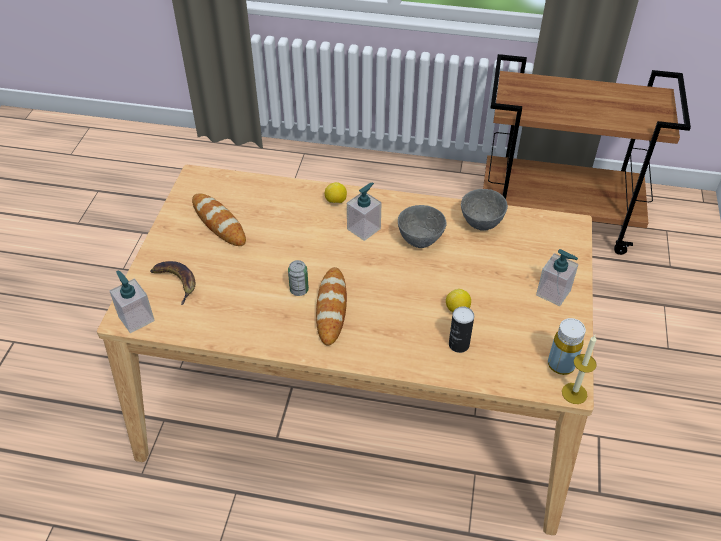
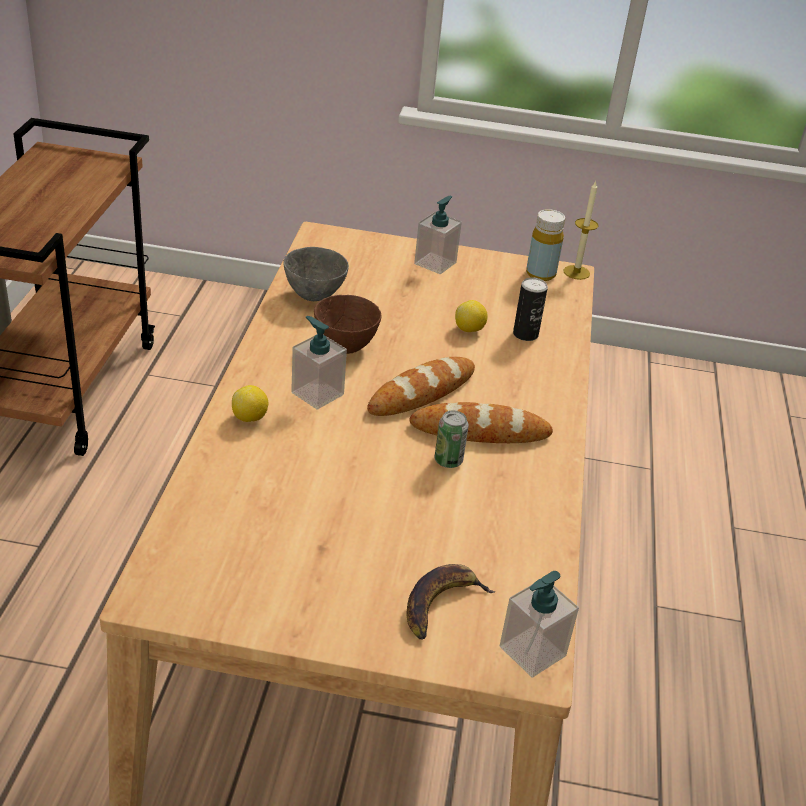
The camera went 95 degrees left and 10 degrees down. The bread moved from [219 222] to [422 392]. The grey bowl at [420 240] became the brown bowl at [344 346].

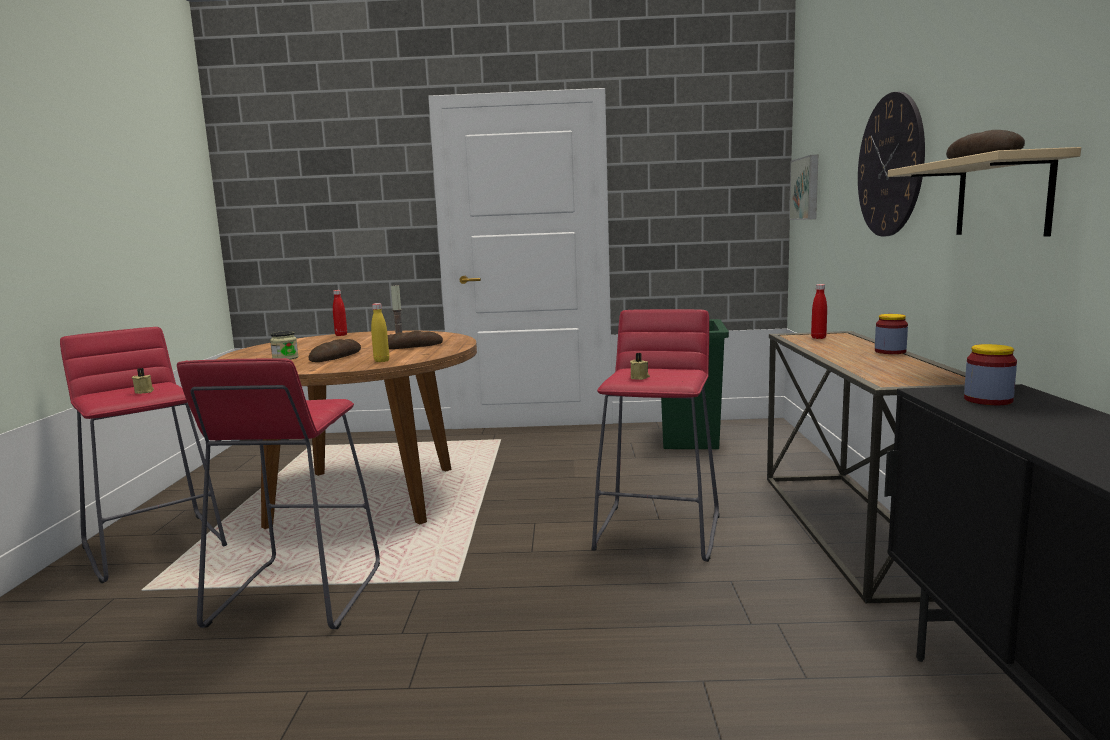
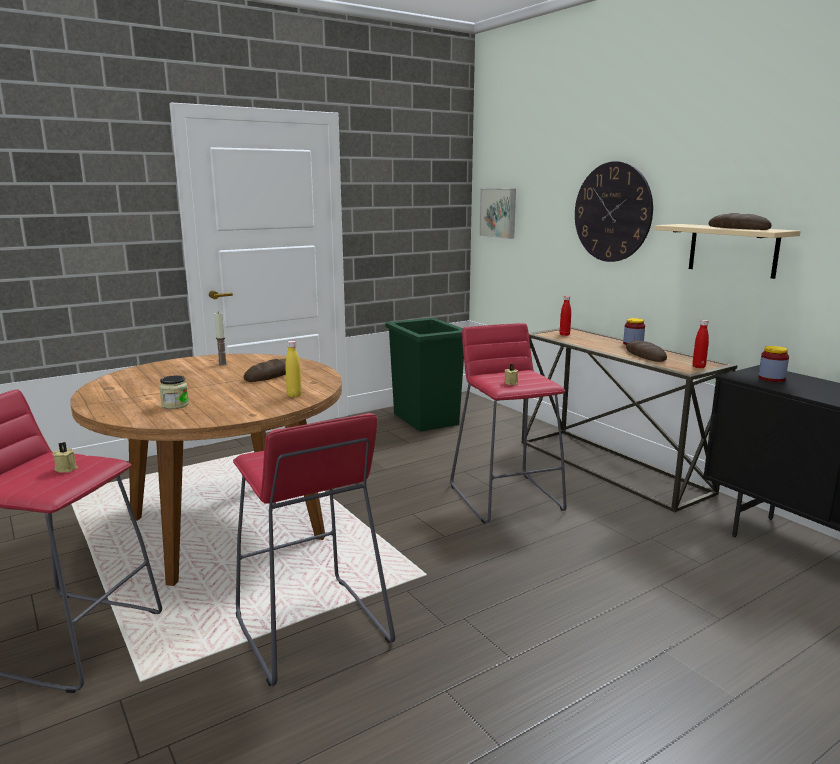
The camera went 35 degrees left and 5 degrees up. The bread moved from [336 356] to [645 355]. The red bottle moved from [341 335] to [698 367].

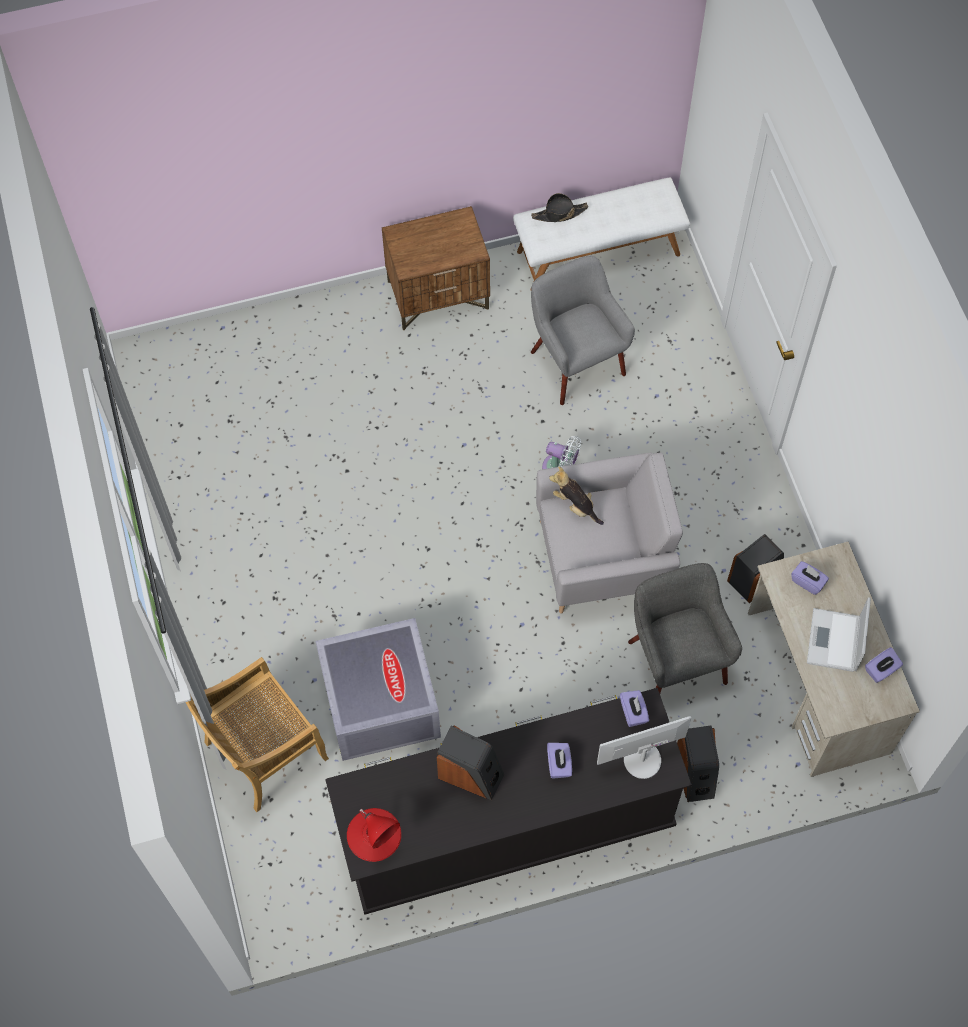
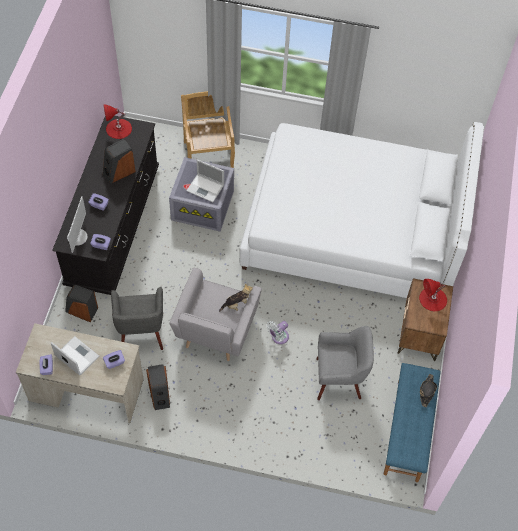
The camera went 115 degrees right and 5 degrees down. The white bench at [598 252] became the blue bench at [408 430]. The grey armchair at [675 661] turned 75 degrees clockwise. The laptop at [206 188] appeared. The white bed at [352 230] appeared. The red table lamp at [433 299] appeared.

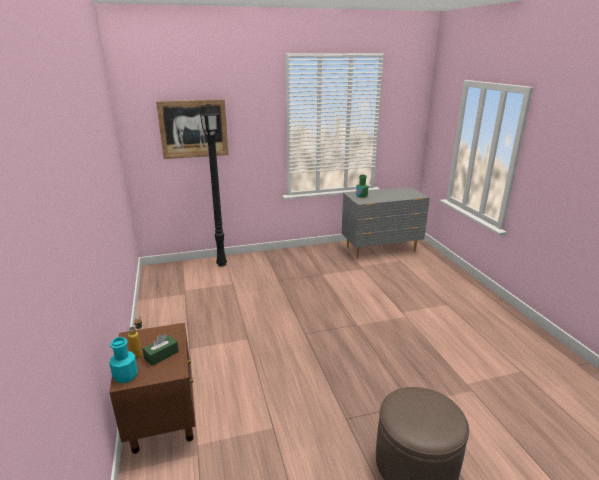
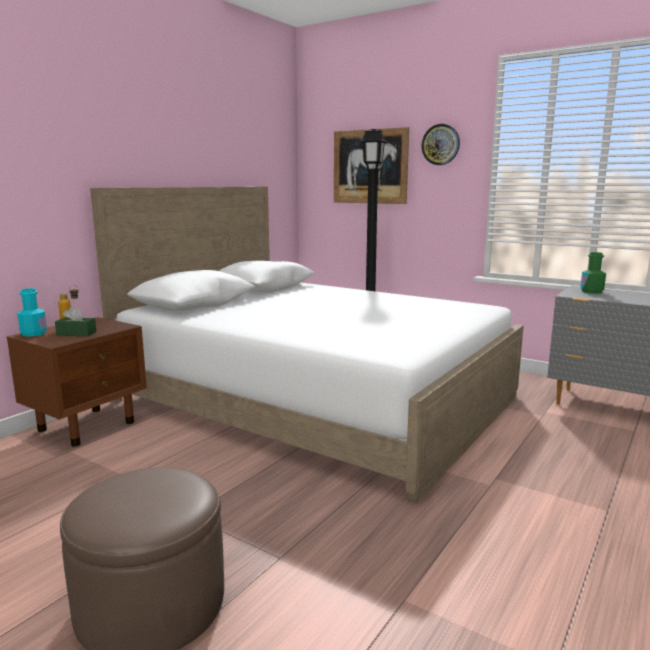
The camera went 50 degrees right and 10 degrees down. The white bed at [317 398] appeared. The wall clock at [440 144] appeared.

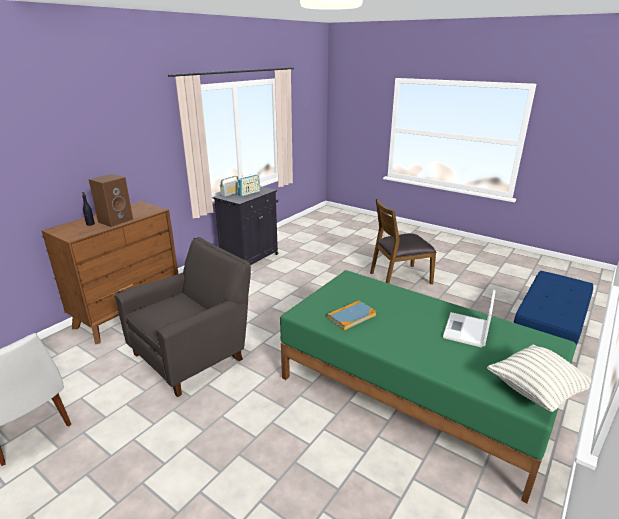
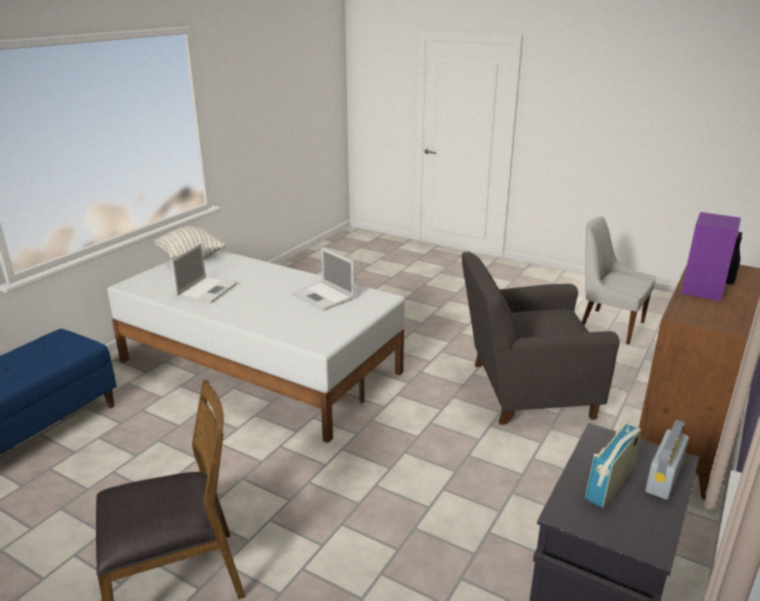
The camera went 175 degrees right and 0 degrees up. The brown speaker at [116 220] became the purple speaker at [703 290]. The grey armchair at [193 354] turned 45 degrees clockwise. The green bed at [413 393] became the white bed at [260 366]. The book at [351 317] was replaced by the laptop at [324 296].

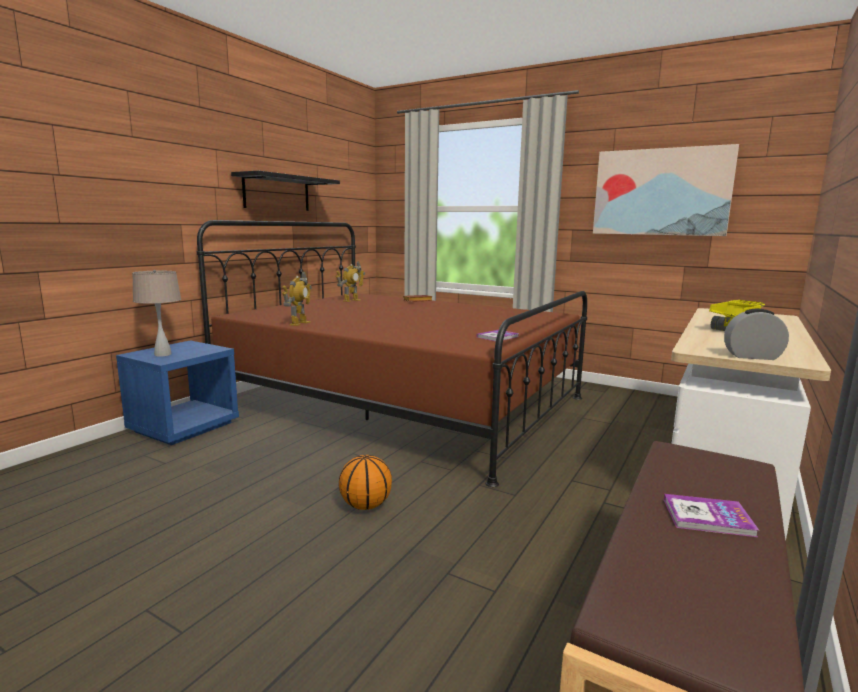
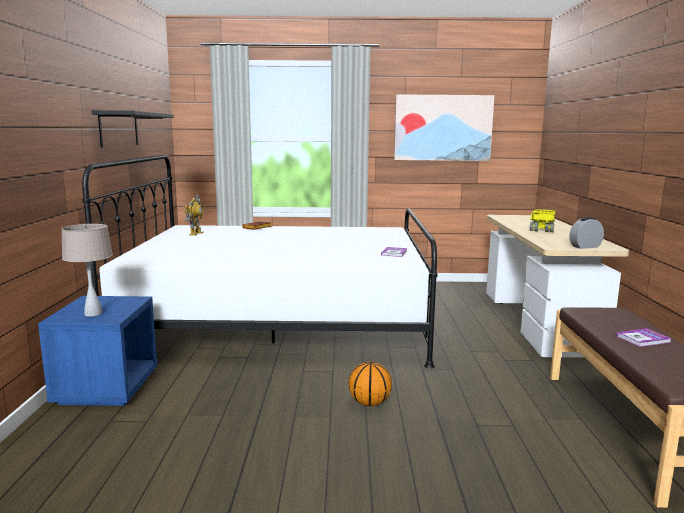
The camera went 30 degrees left and 0 degrees up. The brown bed at [402 402] became the white bed at [280 322]. The toy robot at [299 323] disappeared.

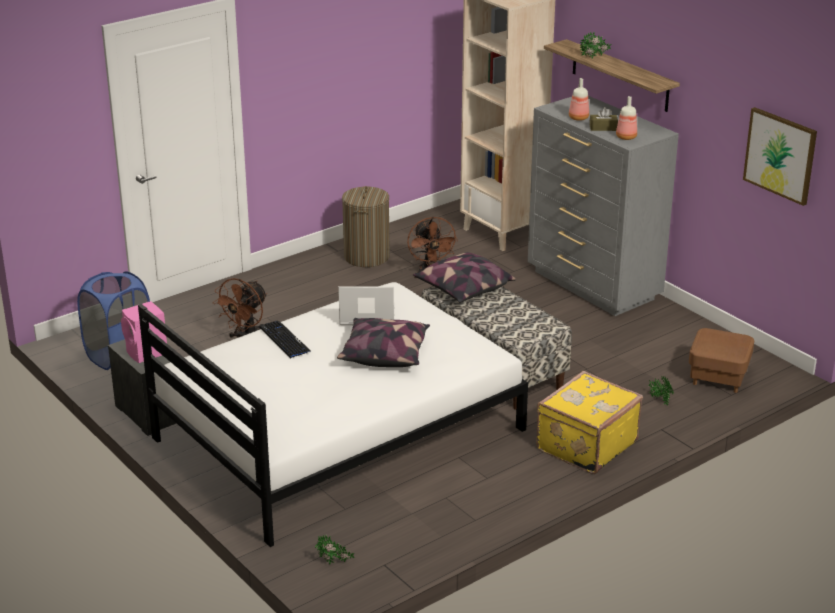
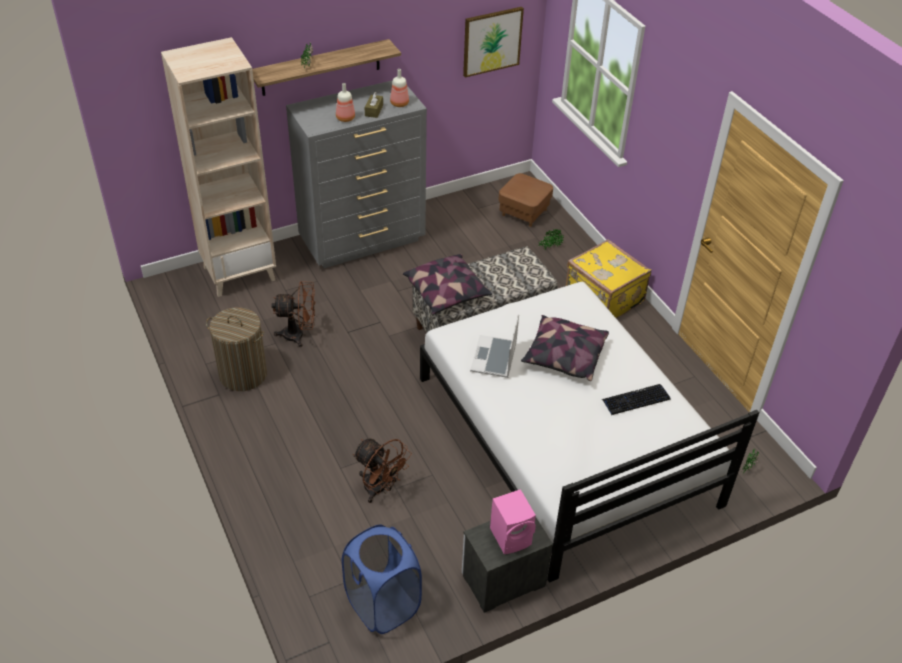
The camera went 80 degrees left and 15 degrees up. The keyboard moved from [284 340] to [636 400].

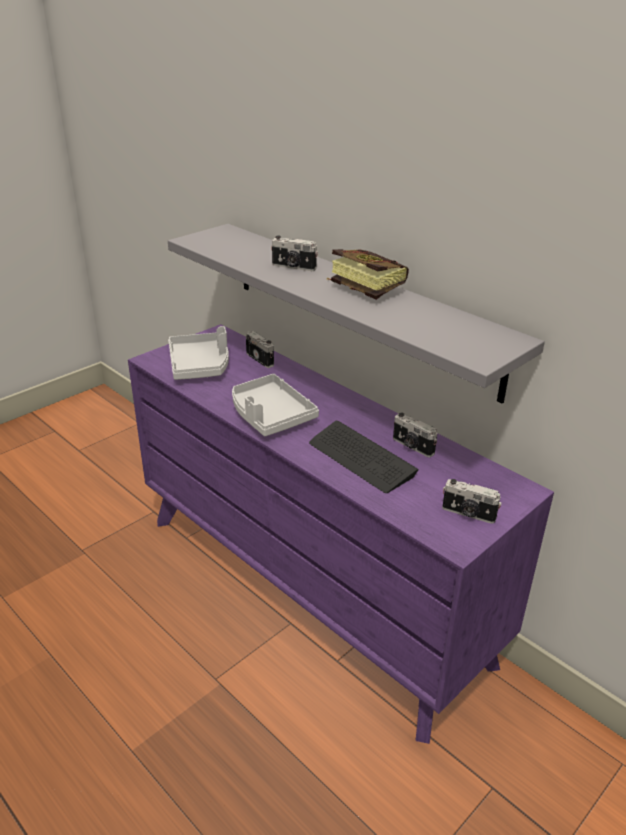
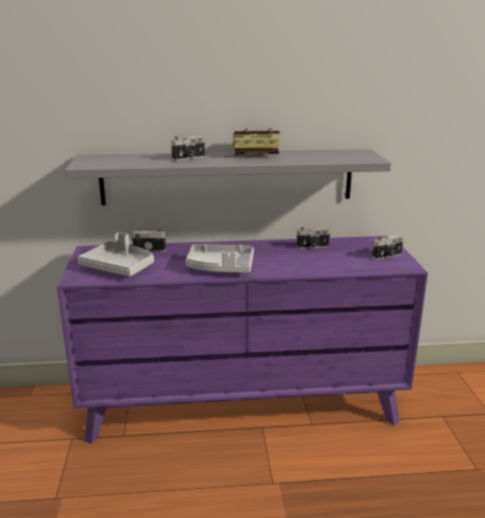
The camera went 50 degrees left and 10 degrees down. The keyboard at [361 458] disappeared.

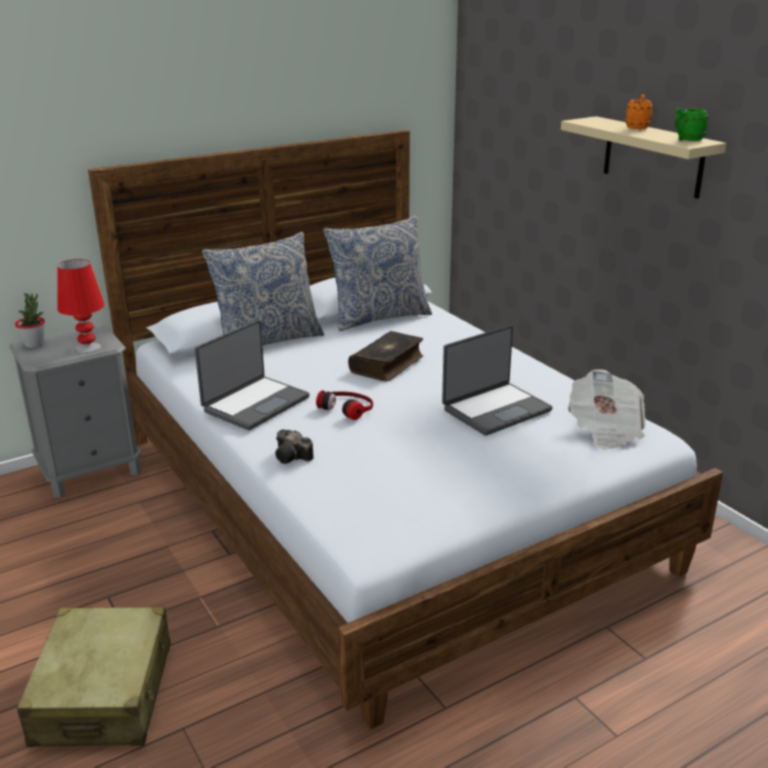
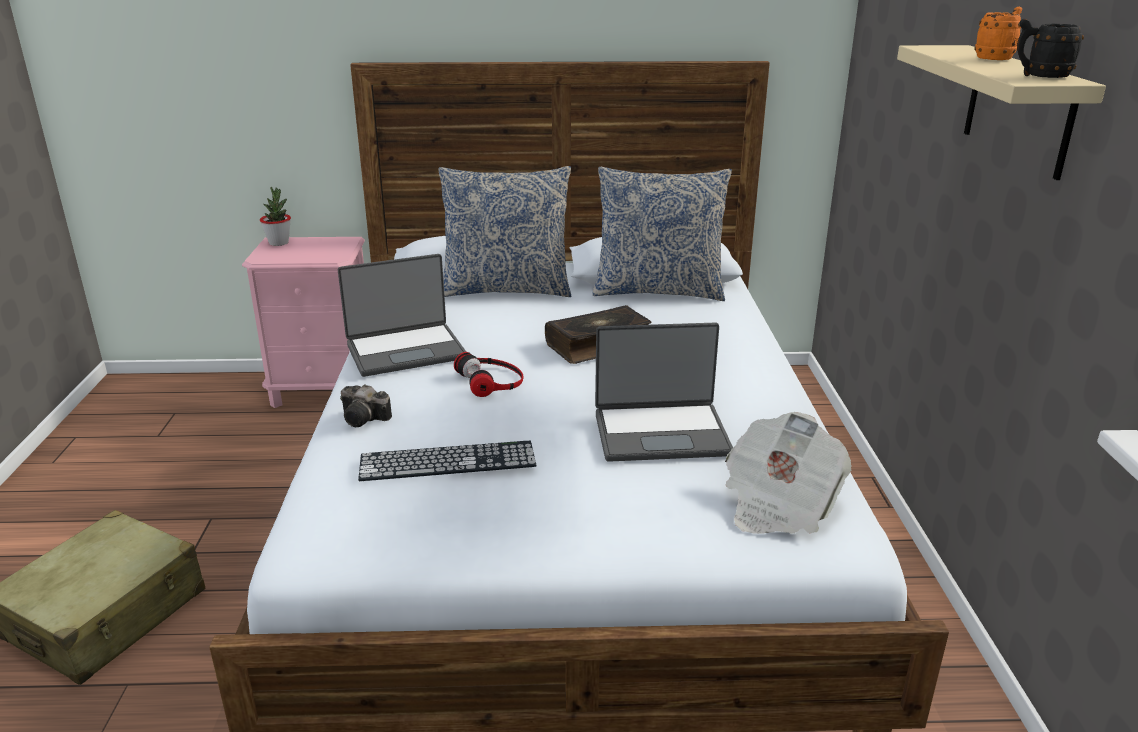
The camera went 30 degrees right and 0 degrees up. The grey nightstand at [91 471] became the pink nightstand at [324 390]. The red table lamp at [88 348] disappeared. The photo camera at [293 457] turned 45 degrees counterclockwise. The green mug at [687 140] became the black mug at [1040 76]. The keyboard at [447 461] appeared.

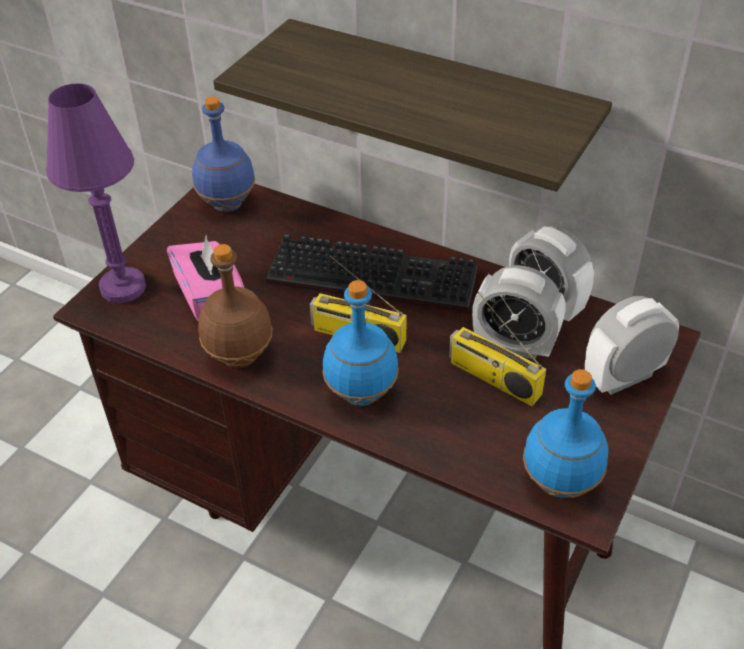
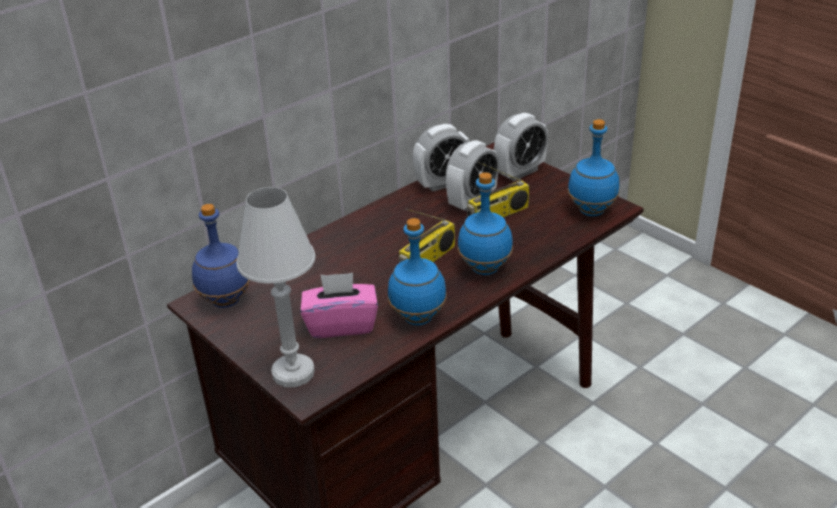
The camera went 70 degrees left and 10 degrees down. The purple table lamp at [123 287] became the white table lamp at [293 373]. The brown bottle at [240 357] became the blue bottle at [419 317]. The shelf at [438 107] disappeared. The keyboard at [376 275] disappeared. The alarm clock at [623 377] turned 120 degrees counterclockwise.

